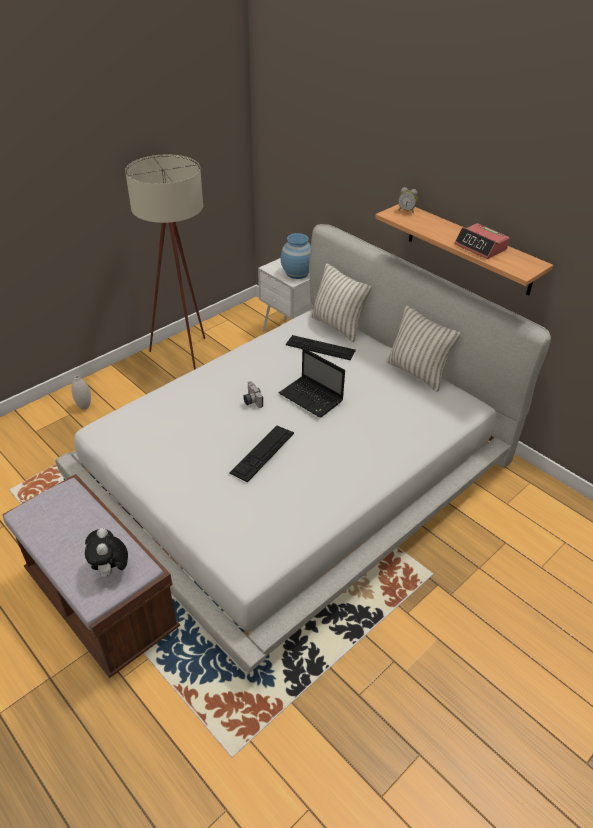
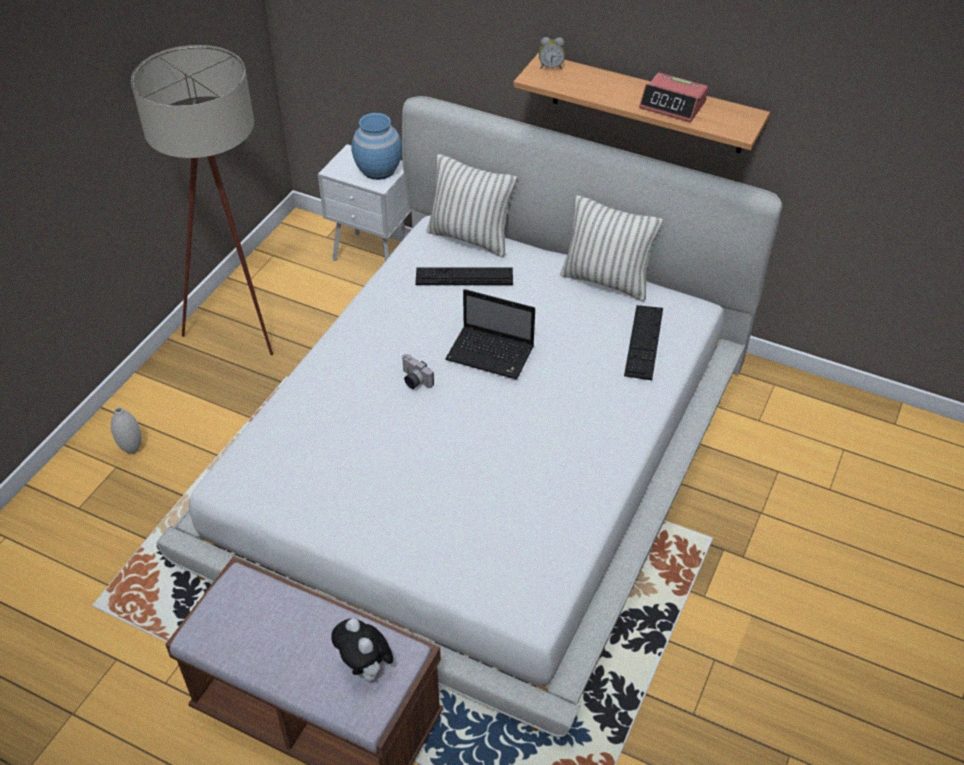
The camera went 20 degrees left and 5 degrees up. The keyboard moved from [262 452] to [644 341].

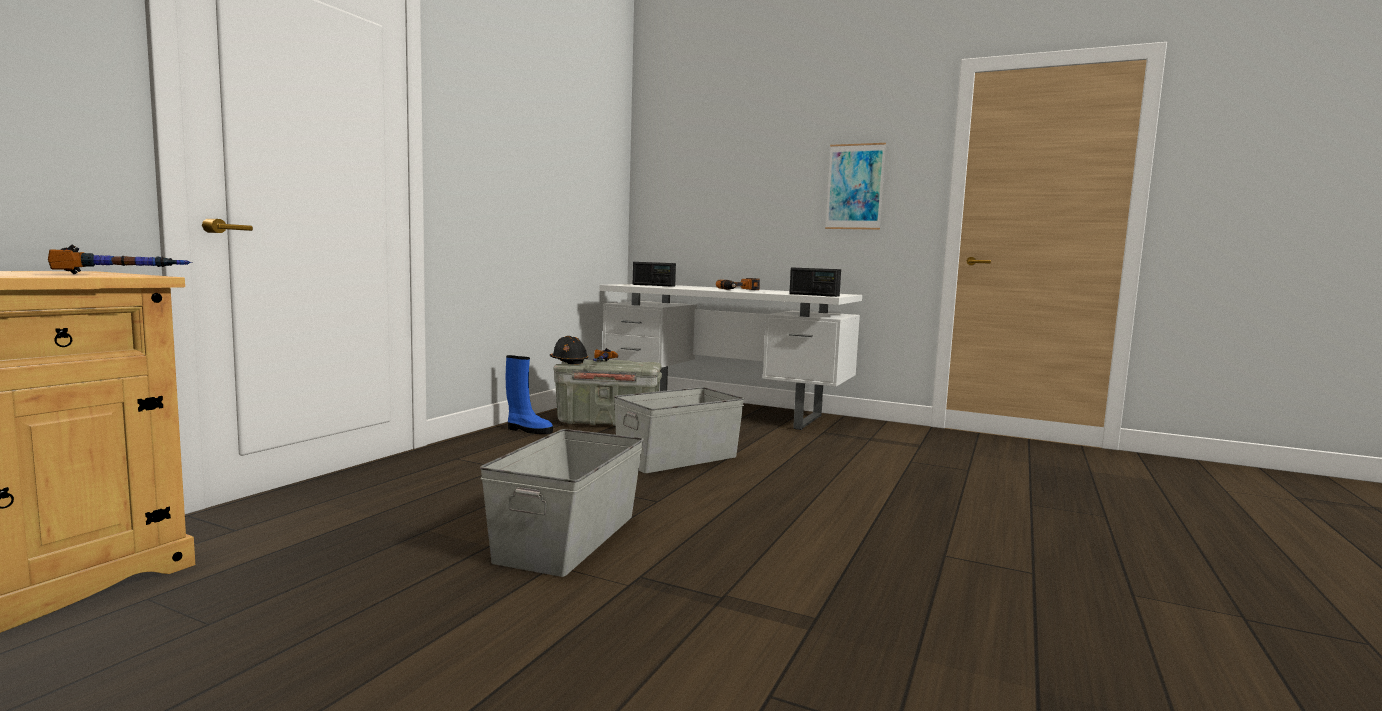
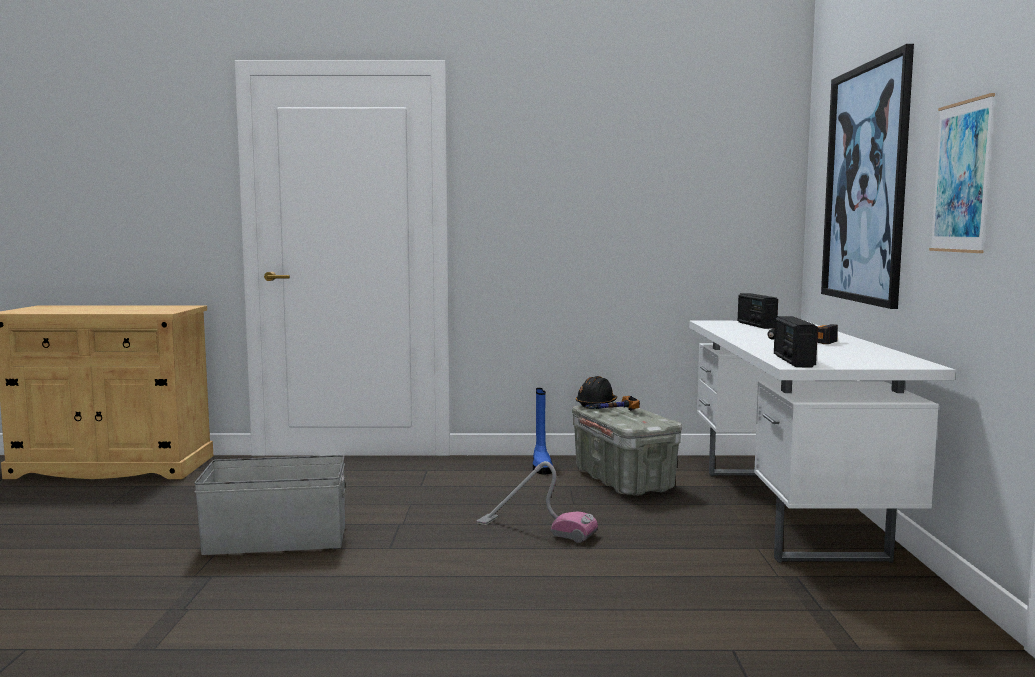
The camera went 65 degrees right and 0 degrees up. The hammer at [126 275] disappeared. The grey storage box at [676 458] was replaced by the vacuum cleaner at [535 529]. The picture at [865 184] appeared.

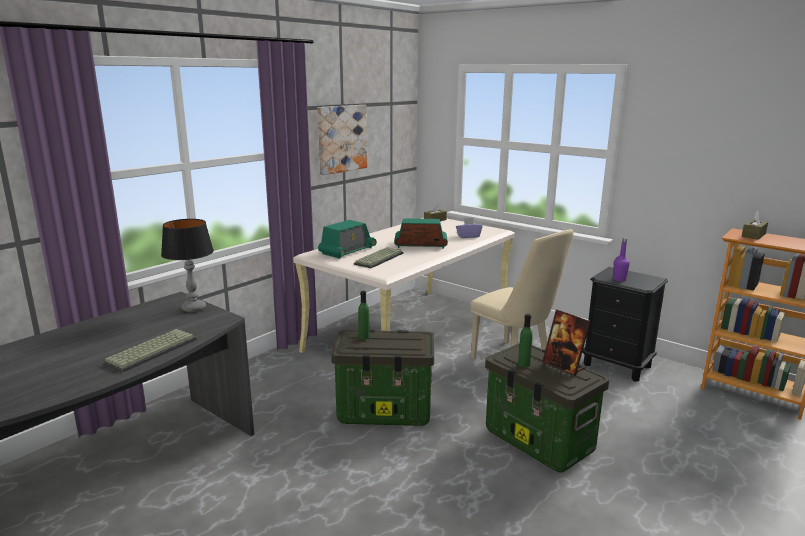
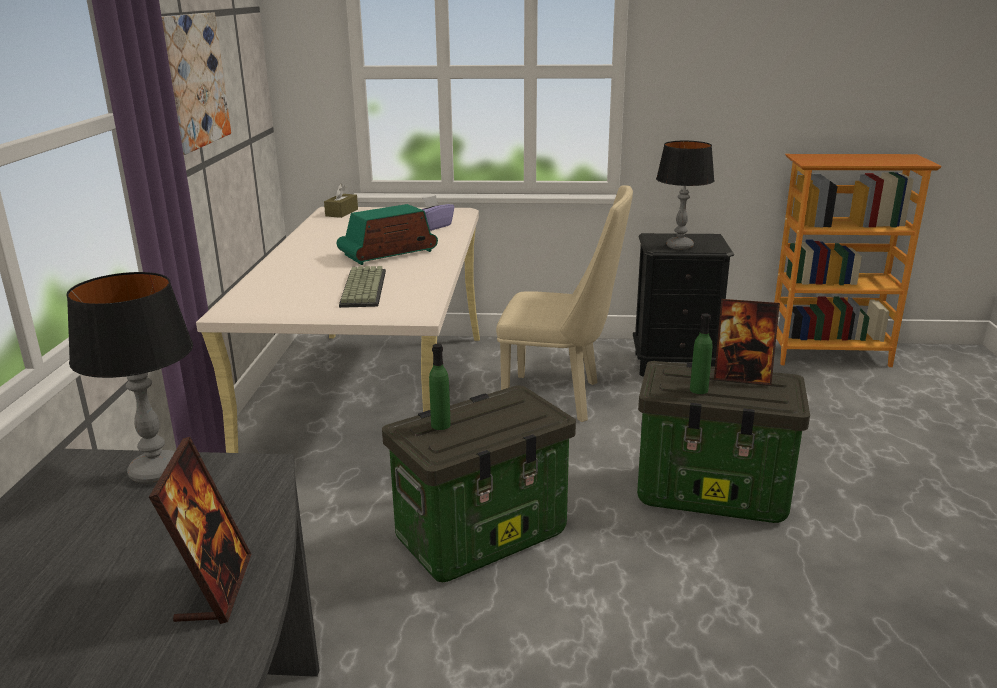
The camera went 35 degrees left and 5 degrees up. The keyboard at [152 350] was replaced by the picture frame at [214 588]. The radio at [347 251] disappeared. The purple bottle at [619 279] was replaced by the table lamp at [679 246]. The brown tissue box at [753 235] disappeared.

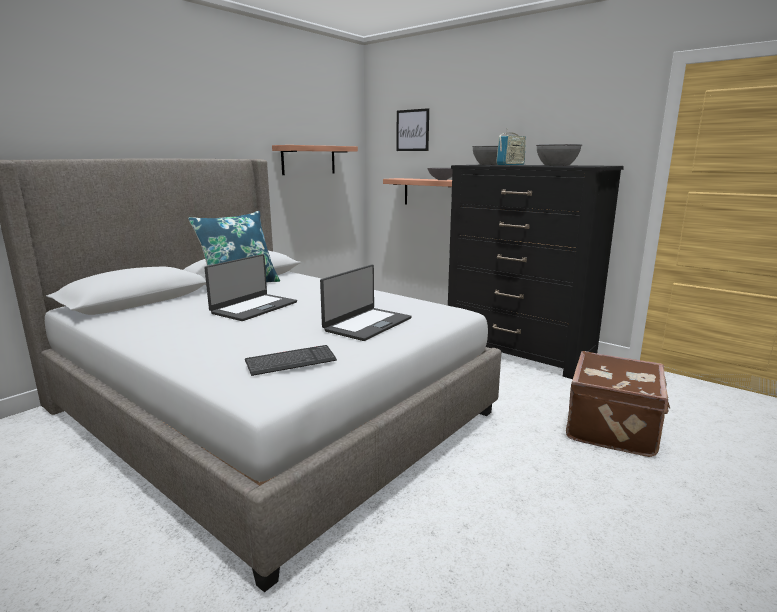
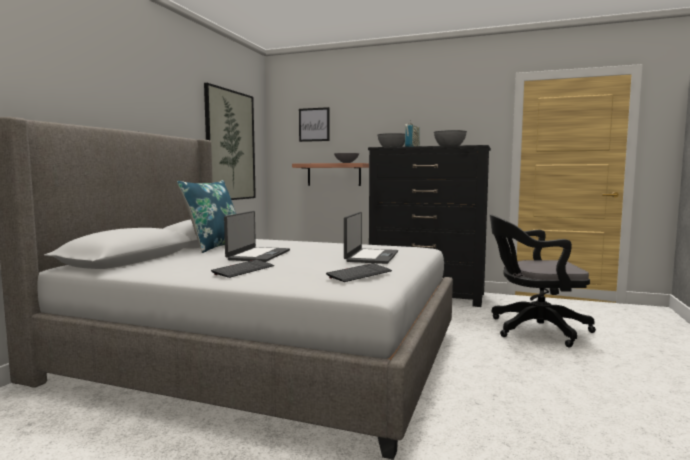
The camera went 20 degrees left and 10 degrees down. The shelf at [308 160] was replaced by the picture at [230 145]. The brown suitcase at [614 428] was replaced by the black office chair at [533 329]. The keyboard at [243 270] appeared.

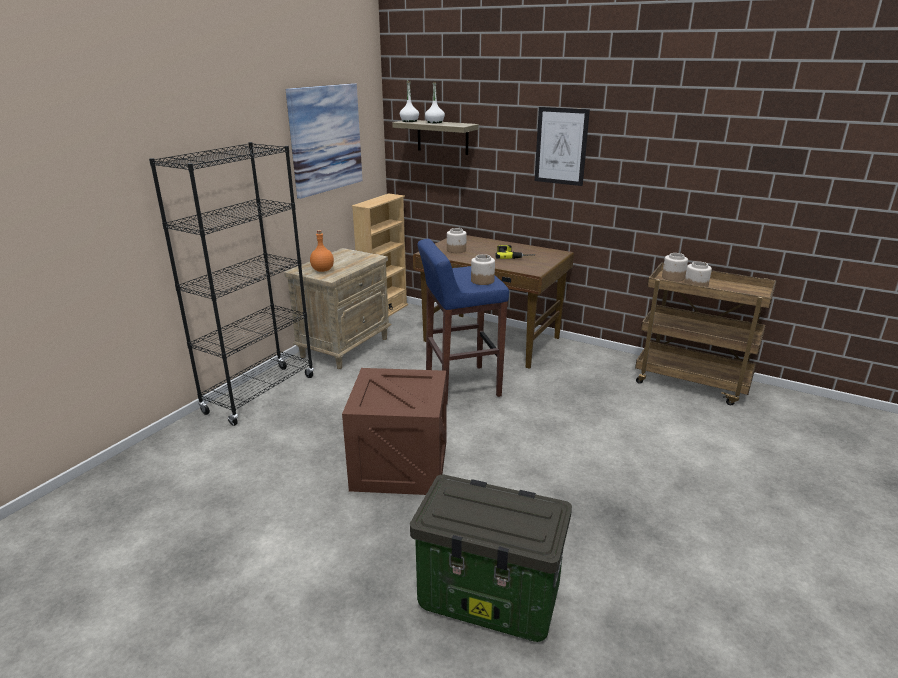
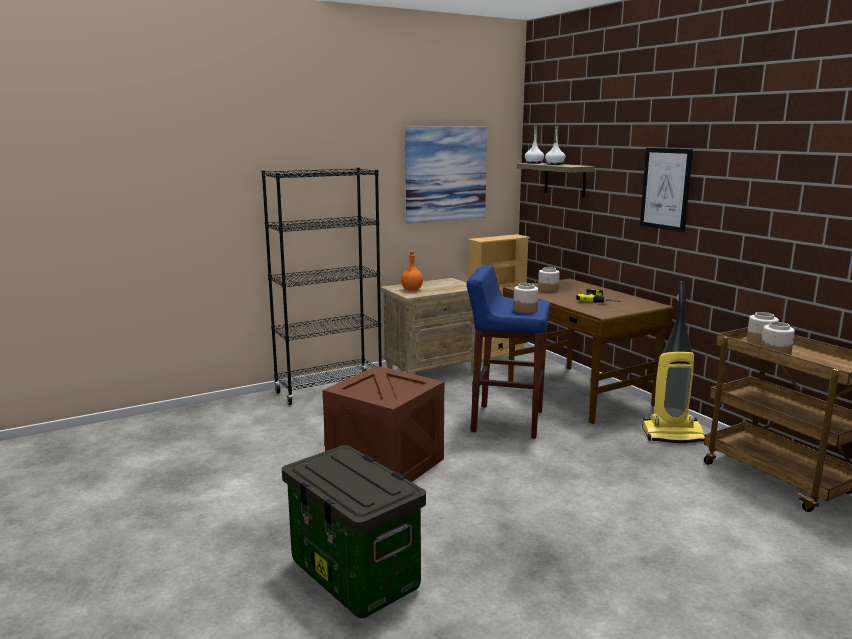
The camera went 30 degrees right and 10 degrees down. The vacuum cleaner at [673 435] appeared.

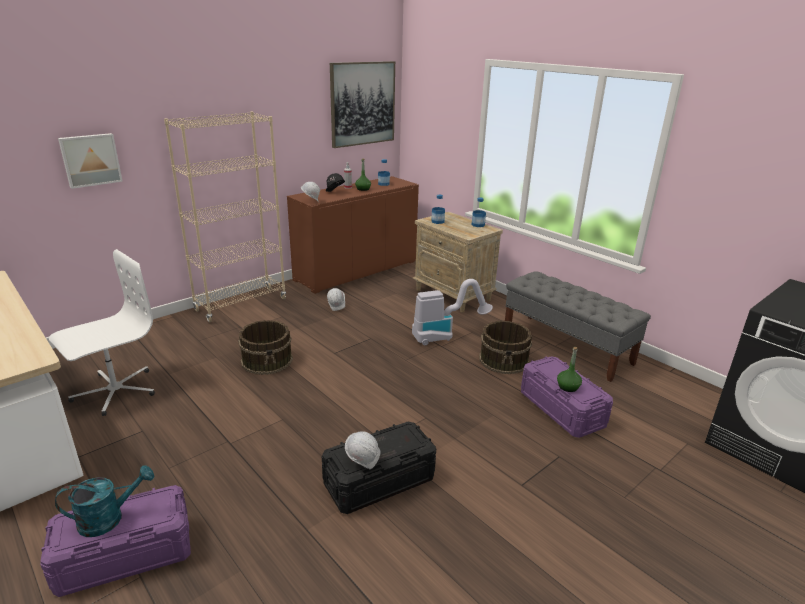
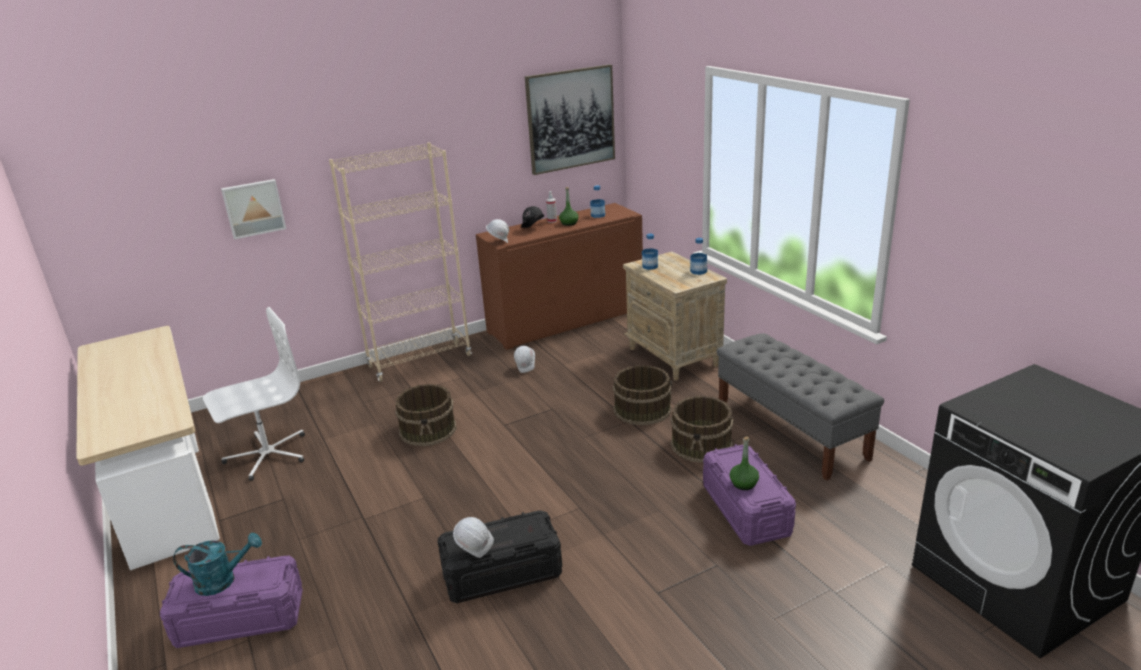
The camera went 15 degrees right and 0 degrees up. The vacuum cleaner at [445 335] was replaced by the brown bucket at [642 409].

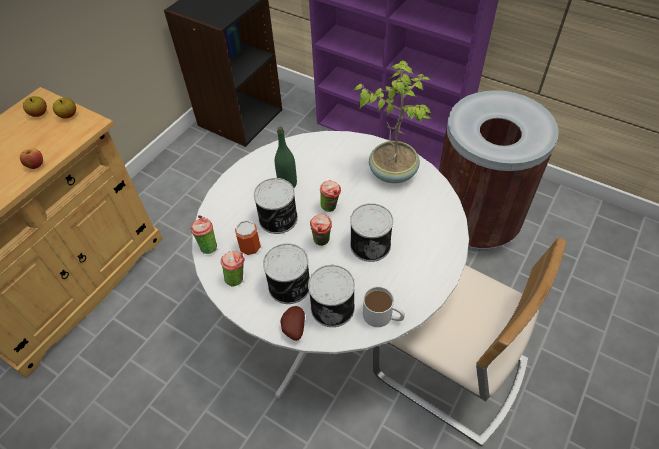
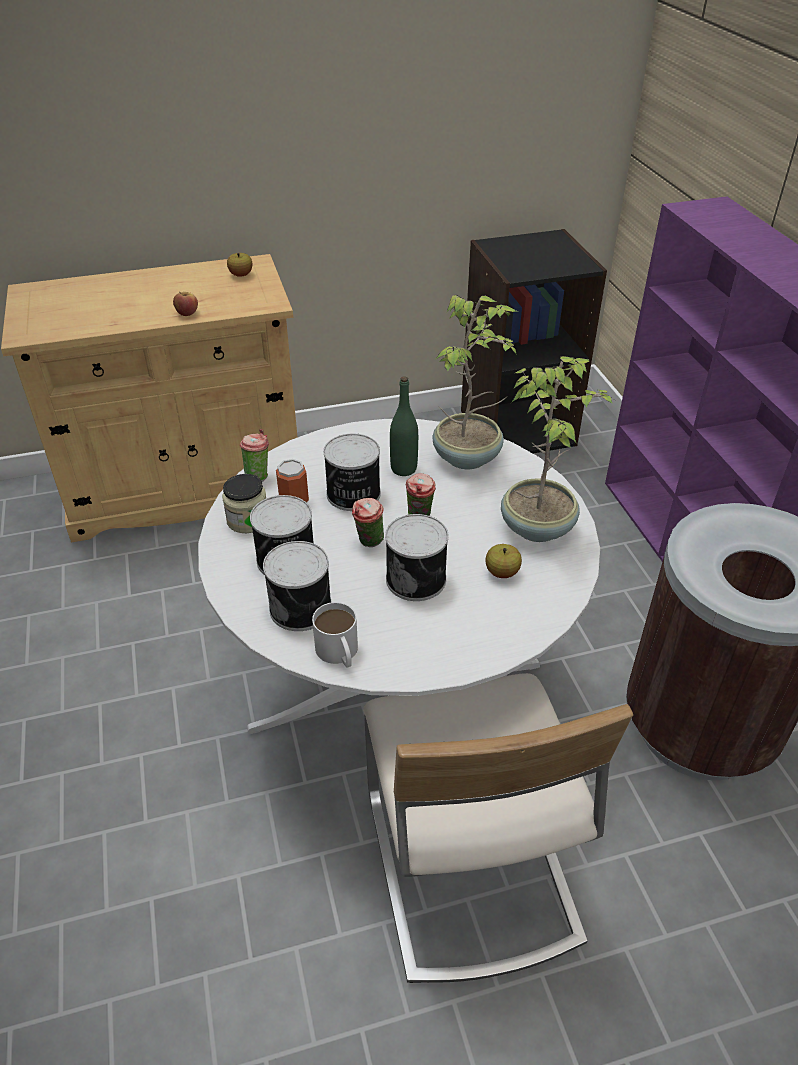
The camera went 40 degrees right and 10 degrees down. The apple moved from [68 115] to [502 572]. The cup at [237 278] was replaced by the jar at [248 520]. The potato at [293 328] disappeared. The potted plant at [468 457] appeared.

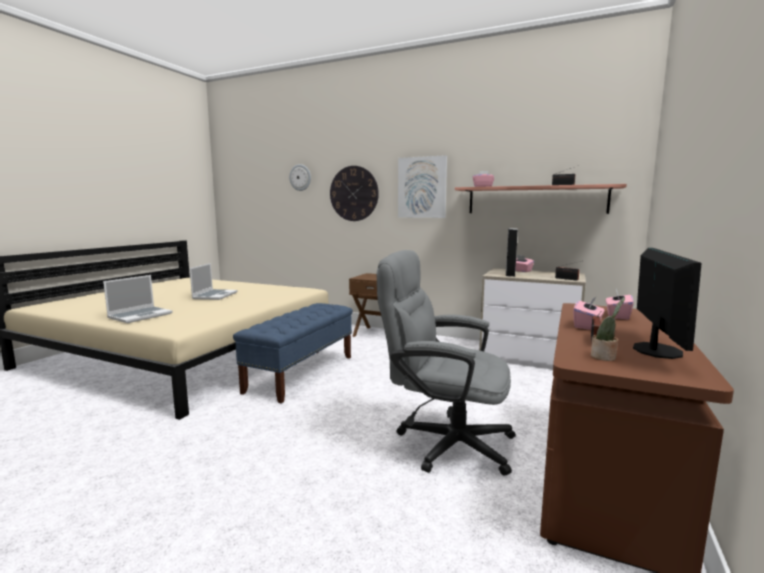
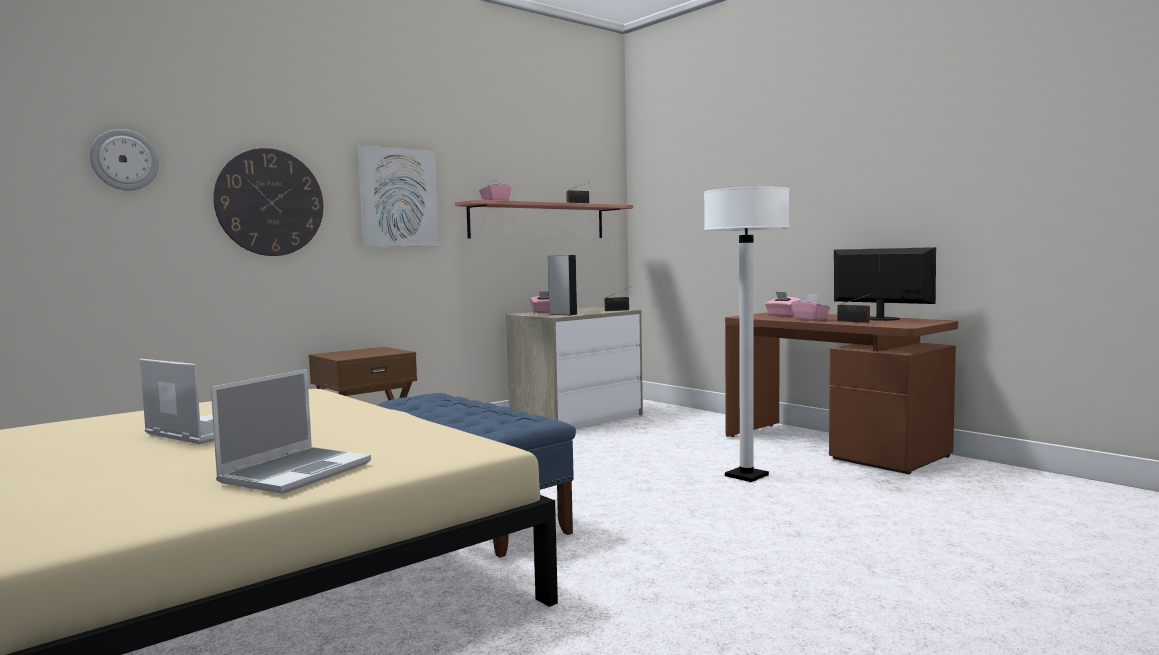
The camera went 65 degrees left and 5 degrees down. The laptop at [140 315] turned 60 degrees clockwise. The grey office chair at [444 441] was replaced by the white floor lamp at [746 476]. The potted plant at [604 357] disappeared.

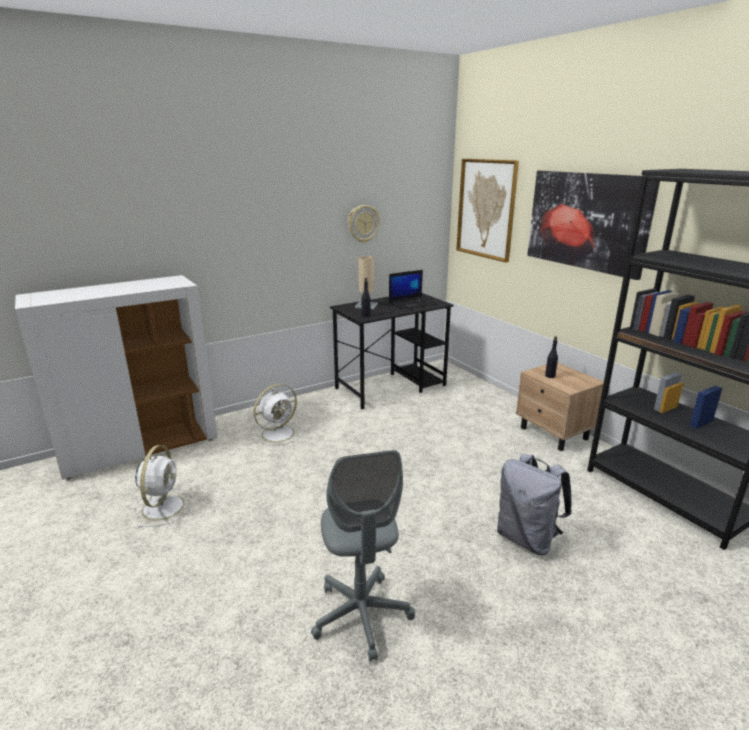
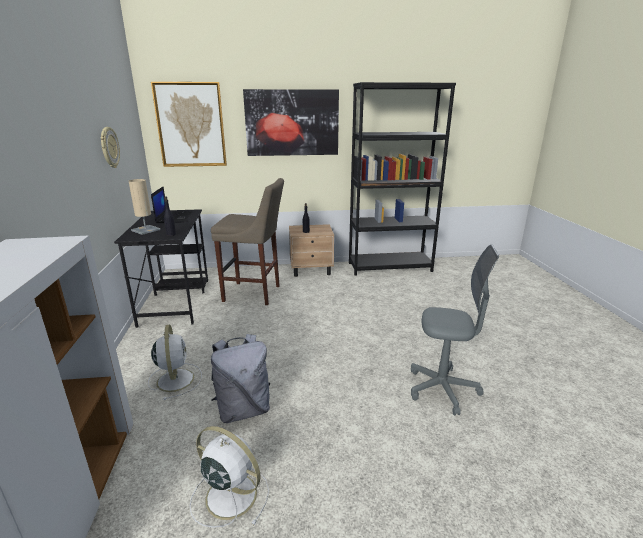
The camera went 65 degrees left and 0 degrees up. The grey backpack moved from [527 538] to [243 409]. The beige stool at [254 294] appeared.

